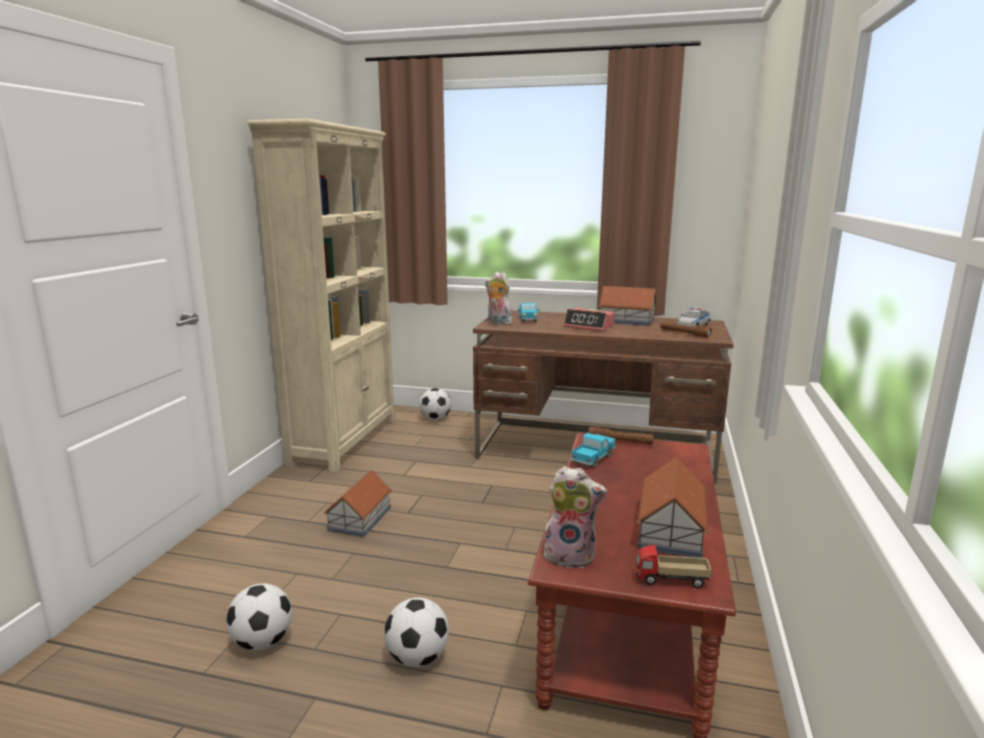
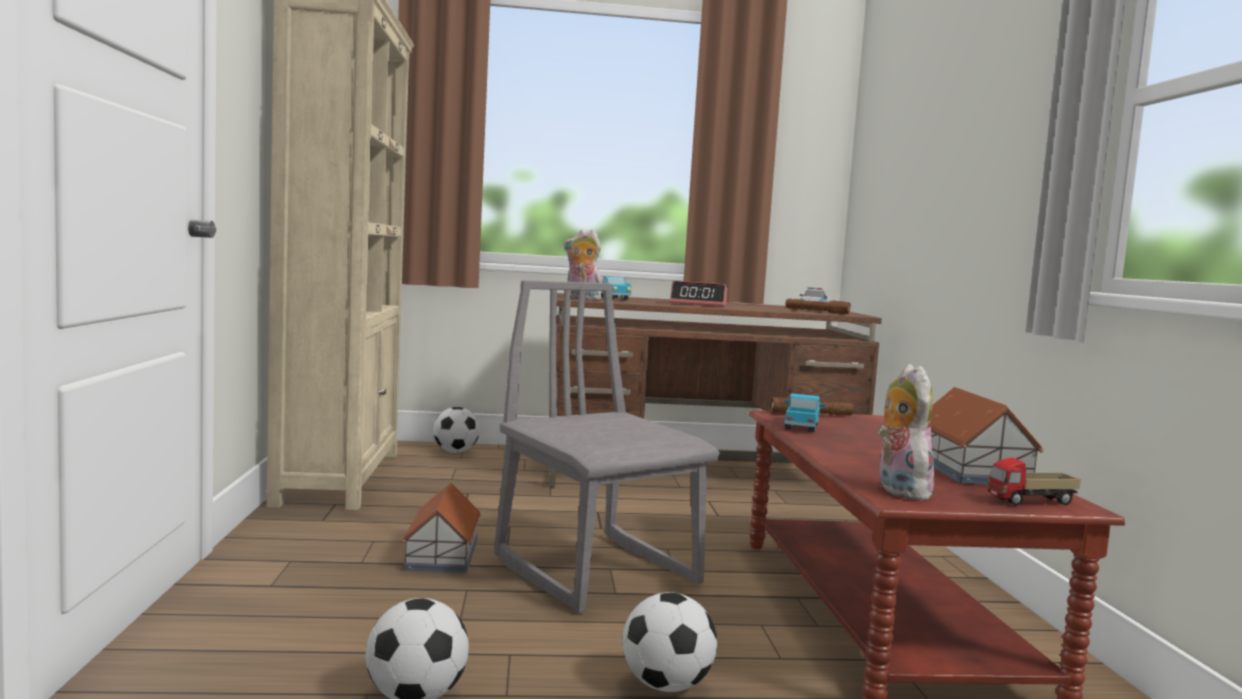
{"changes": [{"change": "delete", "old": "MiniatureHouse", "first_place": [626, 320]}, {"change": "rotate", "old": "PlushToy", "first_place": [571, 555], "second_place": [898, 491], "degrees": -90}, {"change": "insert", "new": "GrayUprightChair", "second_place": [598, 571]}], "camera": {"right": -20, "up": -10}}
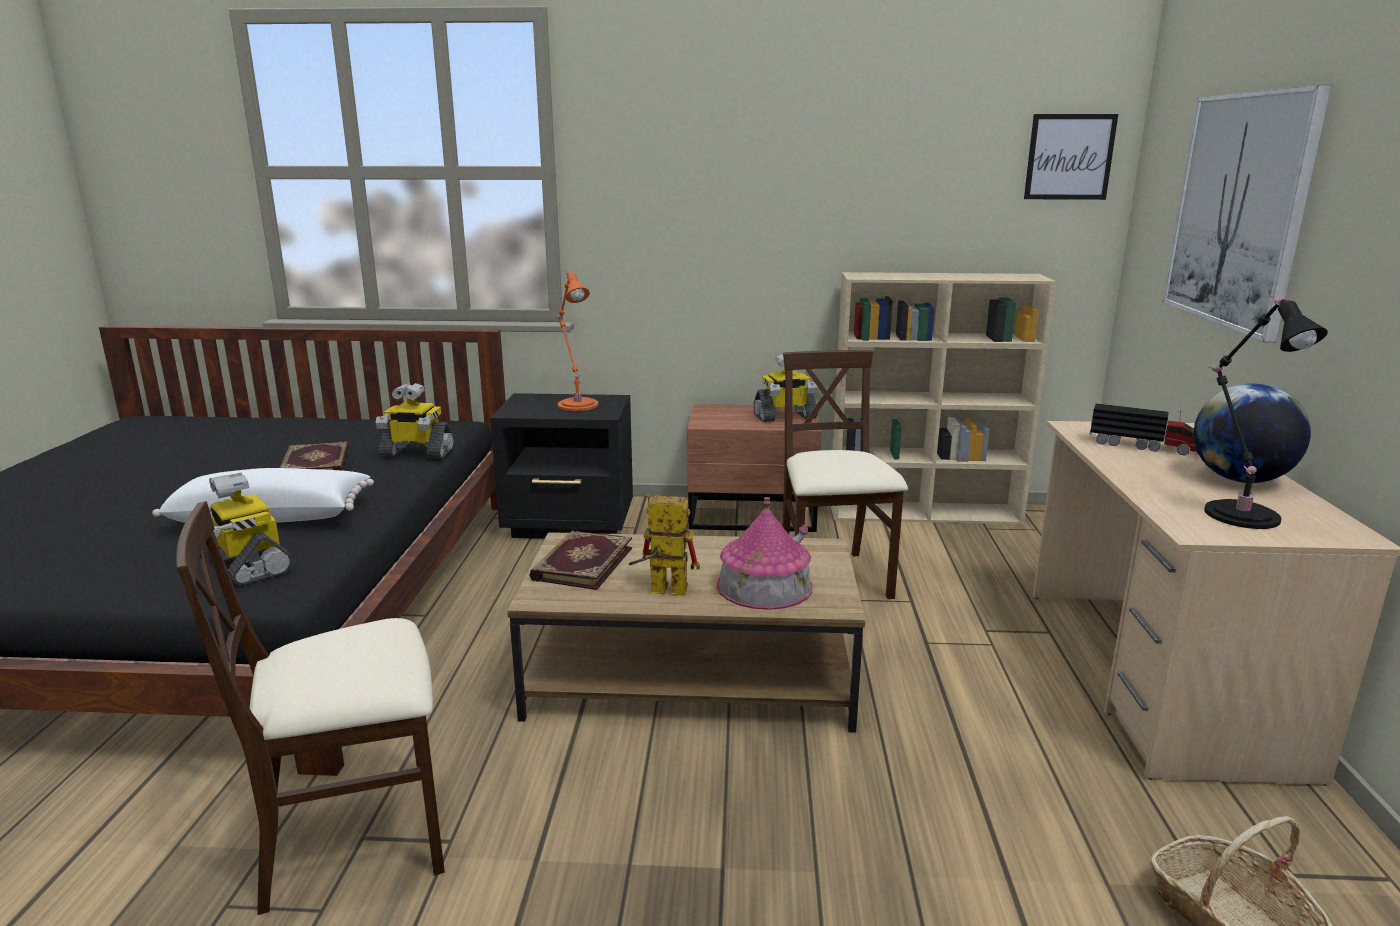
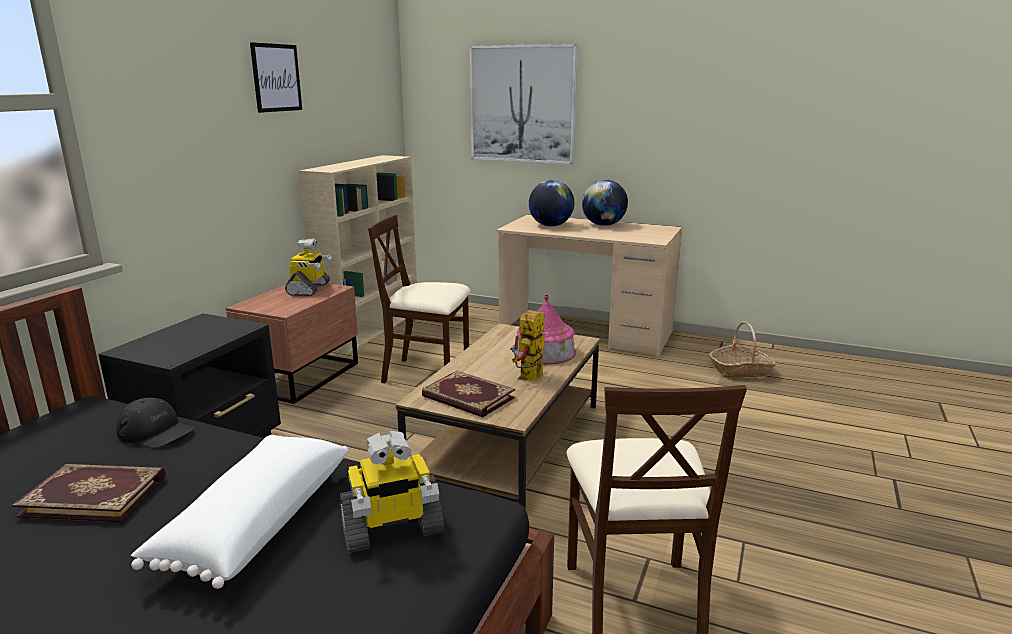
{"changes": [{"change": "move", "old": "Picture", "first_place": [1069, 157], "second_place": [276, 78]}, {"change": "delete", "old": "OrangeColouredLampForATable", "first_place": [577, 404]}, {"change": "delete", "old": "BlackColouredLampForATable", "first_place": [1237, 513]}, {"change": "replace", "old": "ToyRobot", "new": "BlackColouredBaseballCap", "first_place": [416, 453], "second_place": [156, 432]}, {"change": "replace", "old": "ModelTruck", "new": "DeskGlobe", "first_place": [1144, 446], "second_place": [551, 226]}], "camera": {"right": -70, "up": 0}}
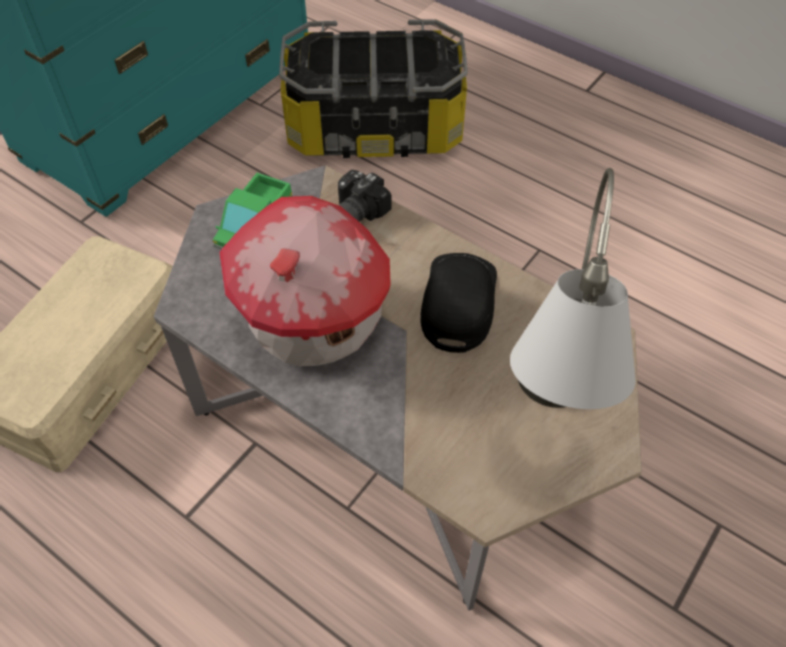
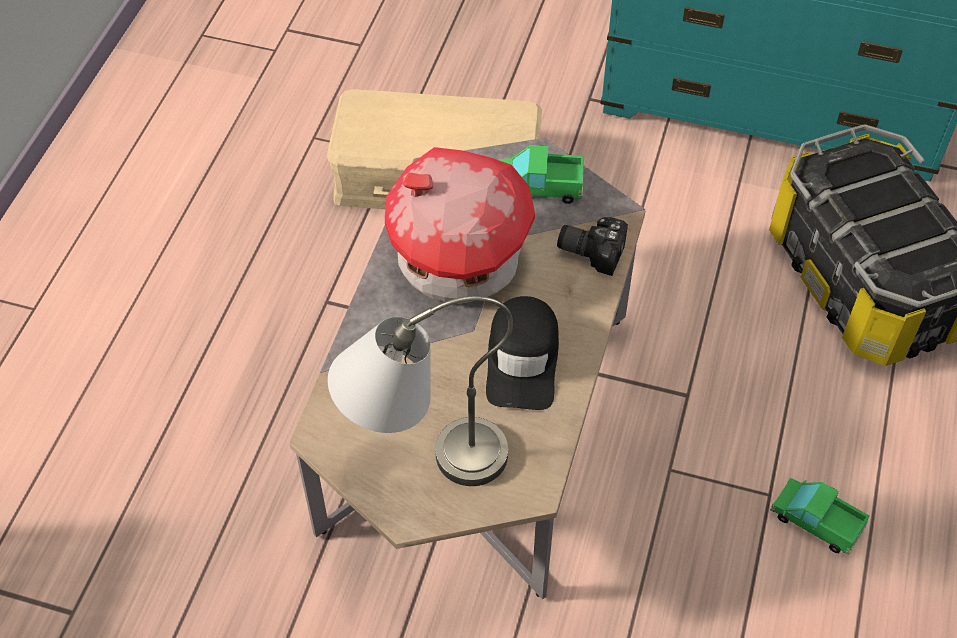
{"changes": [{"change": "rotate", "old": "BlackColouredBaseballCap", "first_place": [458, 302], "second_place": [523, 360], "degrees": 105}, {"change": "insert", "new": "ModelTruck", "second_place": [816, 521]}], "camera": {"right": 70, "up": 0}}
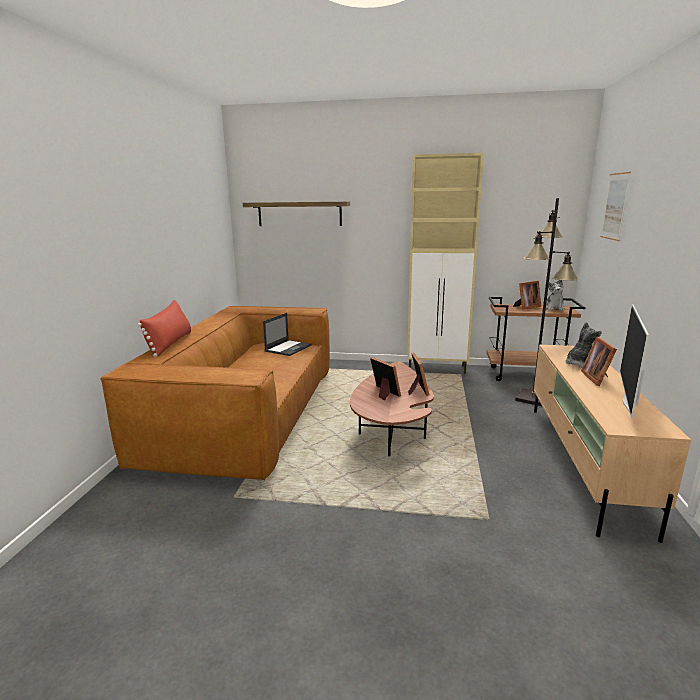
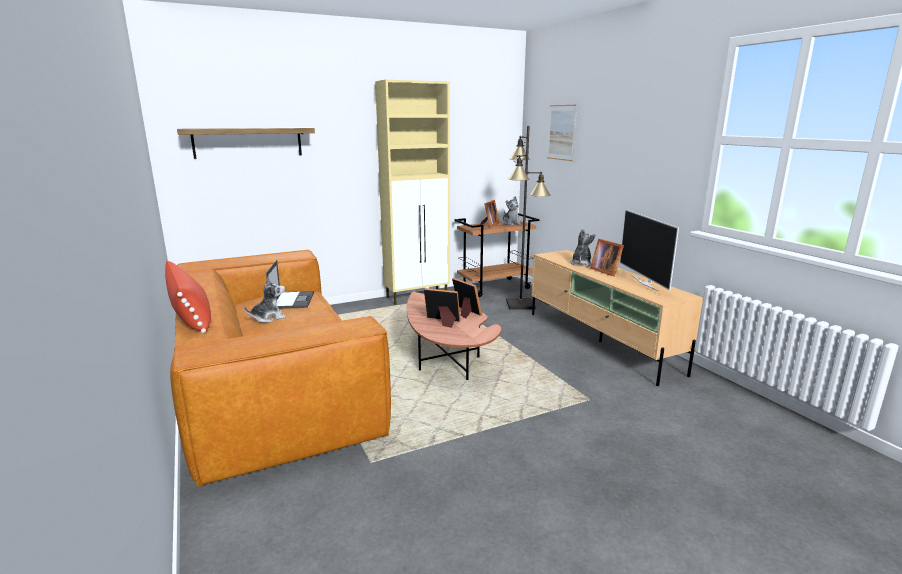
{"changes": [{"change": "insert", "new": "PlushToy", "second_place": [268, 318]}], "camera": {"right": -35, "up": 0}}
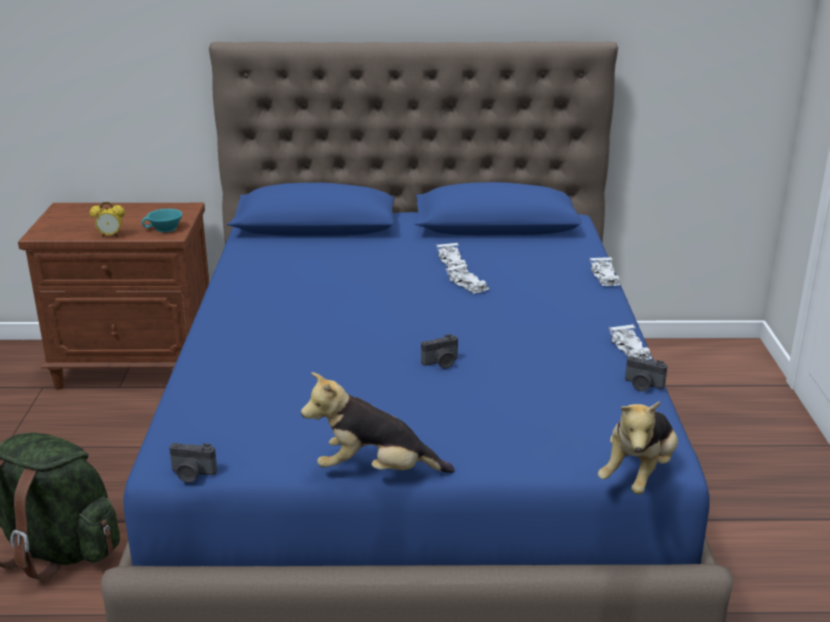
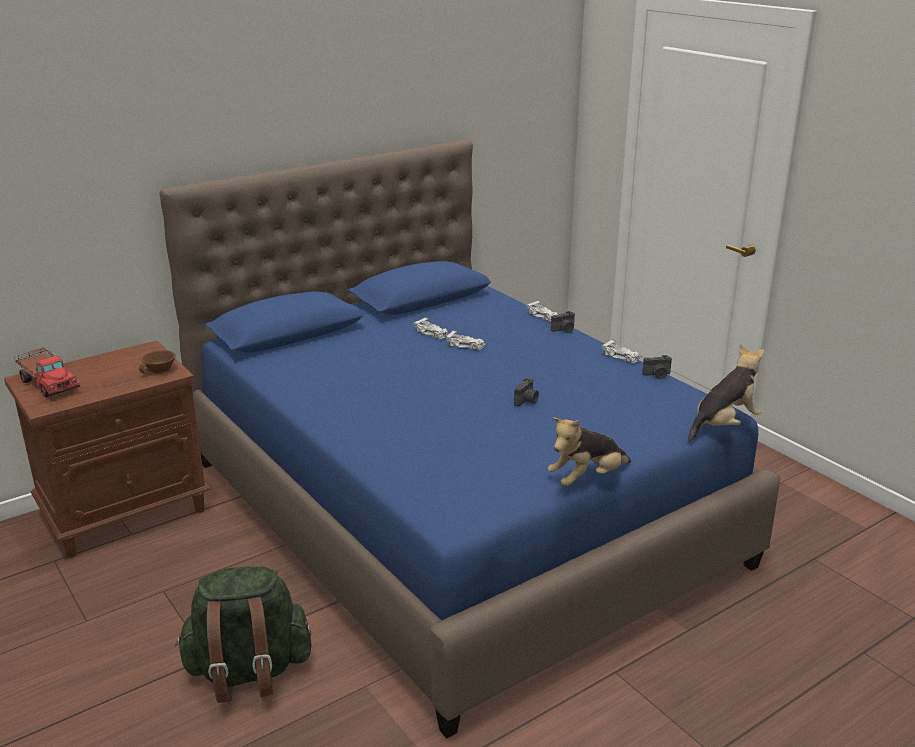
{"changes": [{"change": "delete", "old": "TableClock", "first_place": [110, 236]}, {"change": "recolor", "old": "TurquoiseColouredSmallCup", "new": "BrownSmallCup", "first_place": [165, 229], "second_place": [160, 370]}, {"change": "rotate", "old": "PlushToy", "first_place": [639, 474], "second_place": [723, 425], "degrees": -120}, {"change": "move", "old": "PhotoCamera", "first_place": [192, 474], "second_place": [564, 330]}, {"change": "insert", "new": "ModelTruck", "second_place": [49, 383]}], "camera": {"right": -35, "up": 0}}
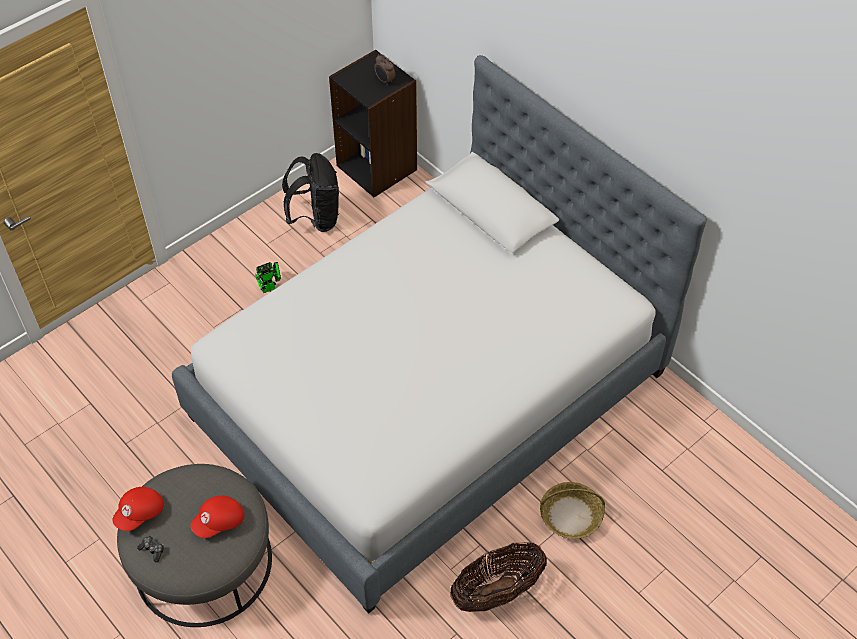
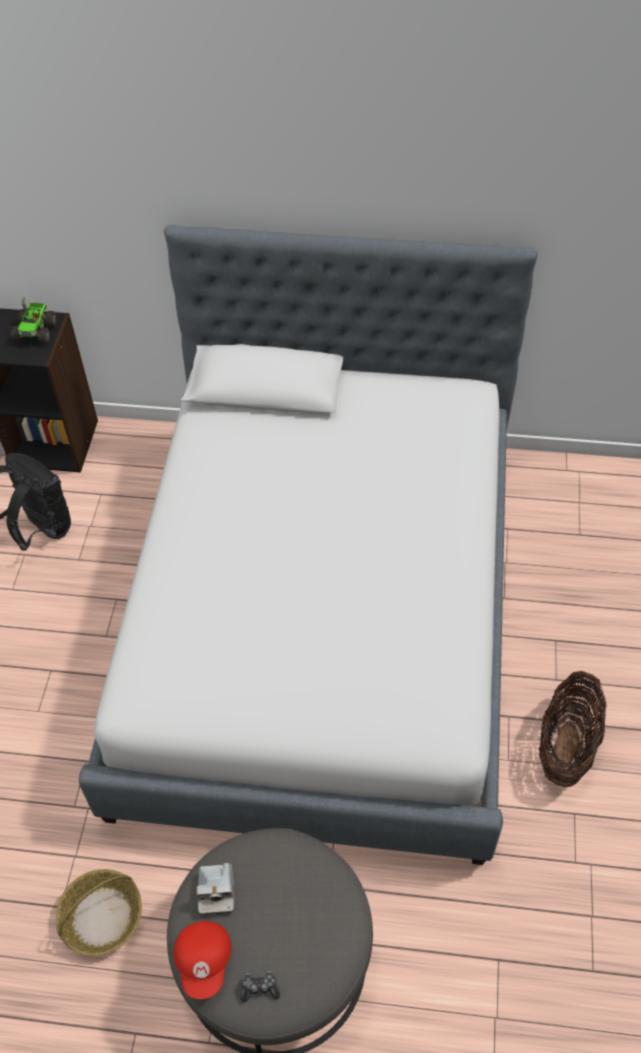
{"changes": [{"change": "replace", "old": "TableClock", "new": "ModelTruck", "first_place": [384, 81], "second_place": [36, 331]}, {"change": "delete", "old": "ToyRobot", "first_place": [270, 287]}, {"change": "move", "old": "HouseholdBasket", "first_place": [570, 516], "second_place": [101, 917]}, {"change": "delete", "old": "RedColouredBaseballCap", "first_place": [219, 522]}, {"change": "insert", "new": "PhotoCamera", "second_place": [216, 891]}], "camera": {"right": -40, "up": 0}}
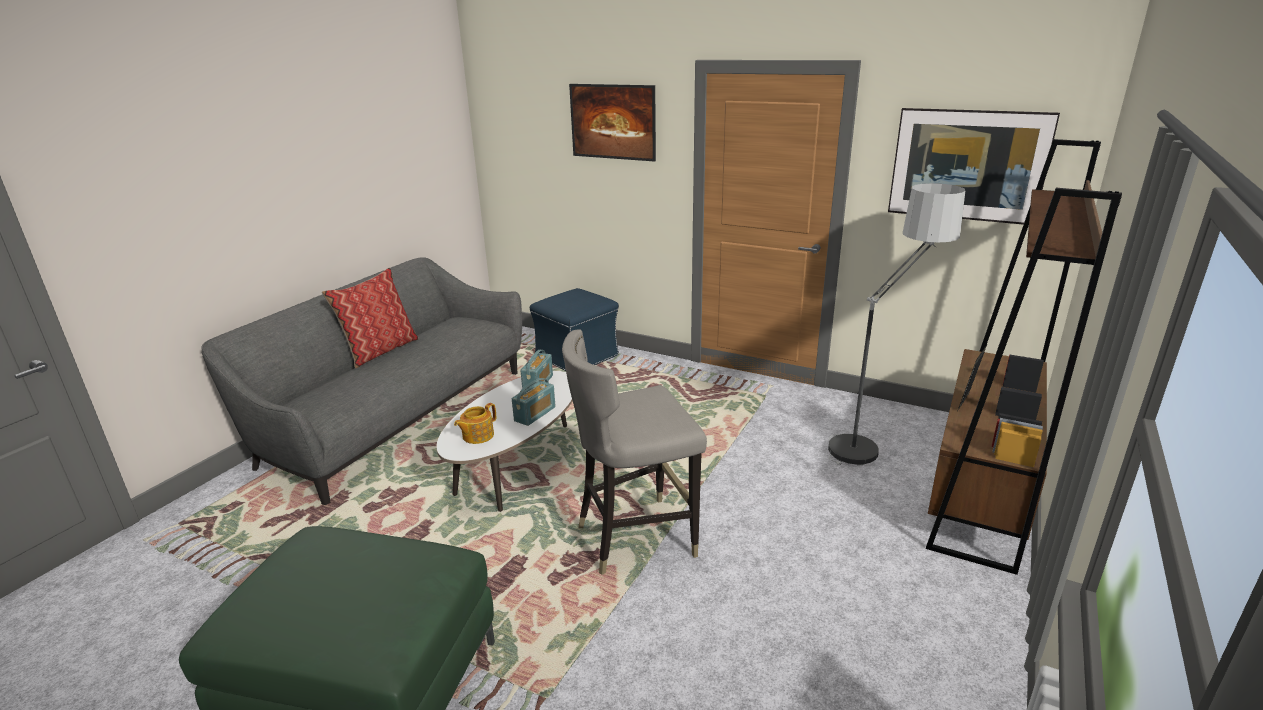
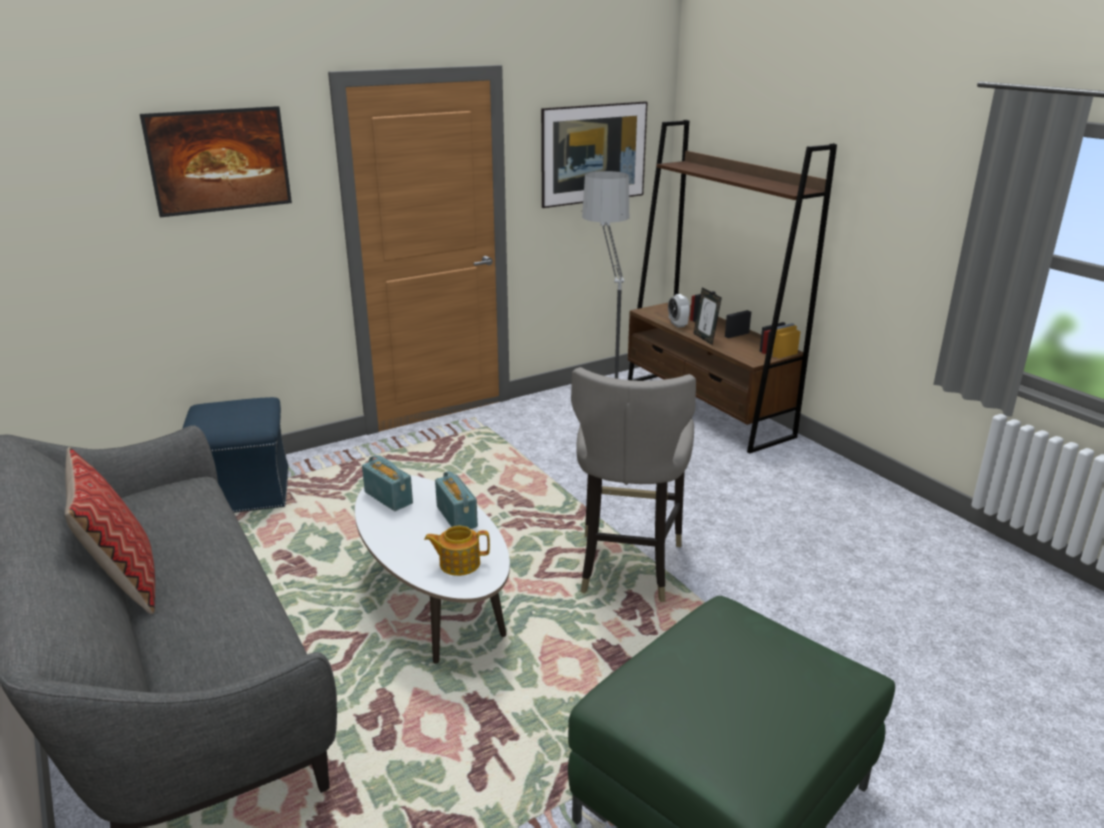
{"changes": [{"change": "rotate", "old": "TeaPot", "first_place": [477, 436], "second_place": [458, 563], "degrees": 105}, {"change": "insert", "new": "TableClock", "second_place": [677, 324]}], "camera": {"right": -60, "up": 0}}
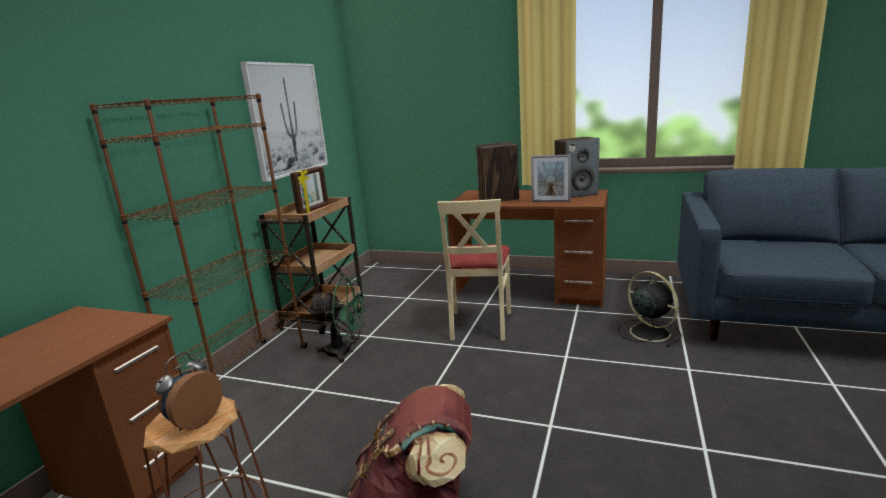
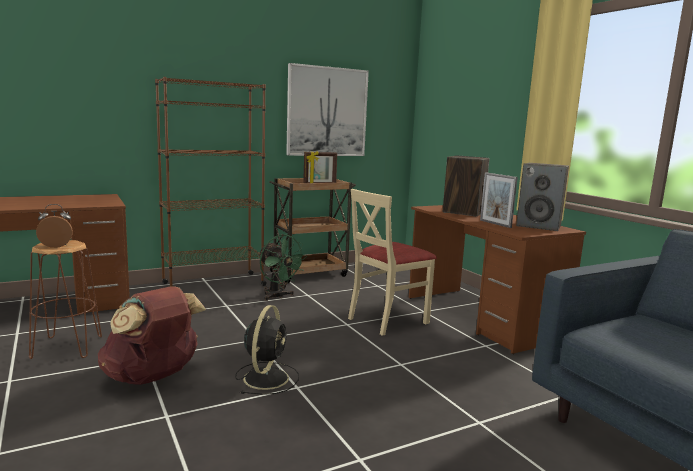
{"changes": [{"change": "move", "old": "BlackColouredCoolingFan", "first_place": [648, 332], "second_place": [267, 377]}], "camera": {"right": 40, "up": -5}}
